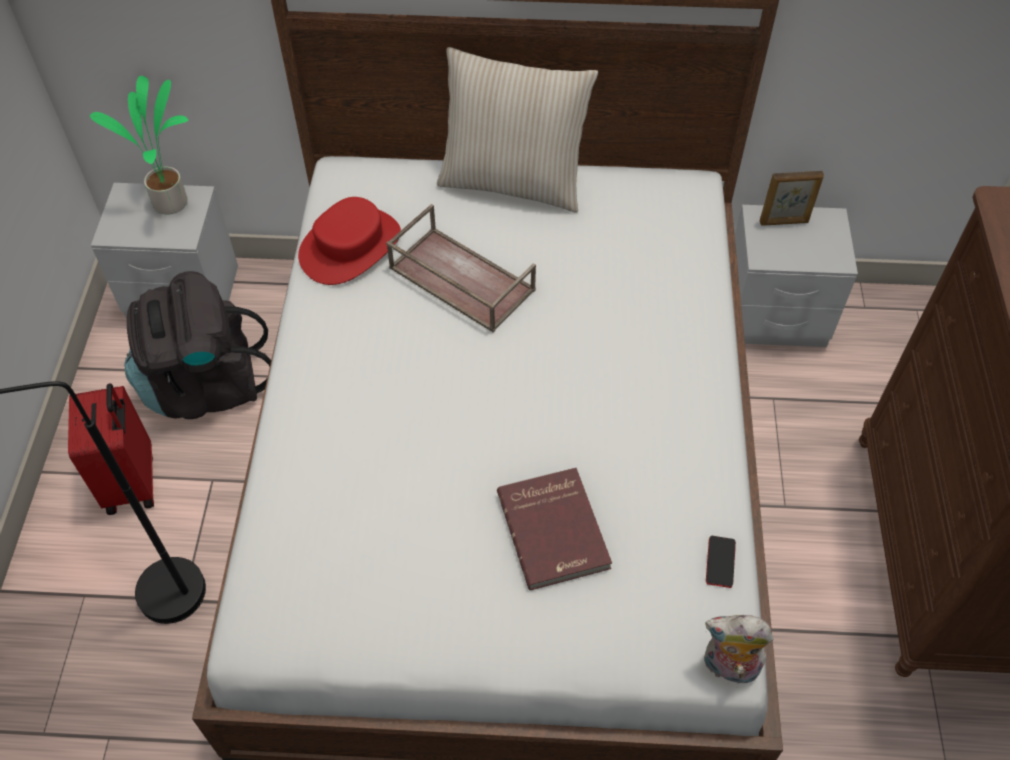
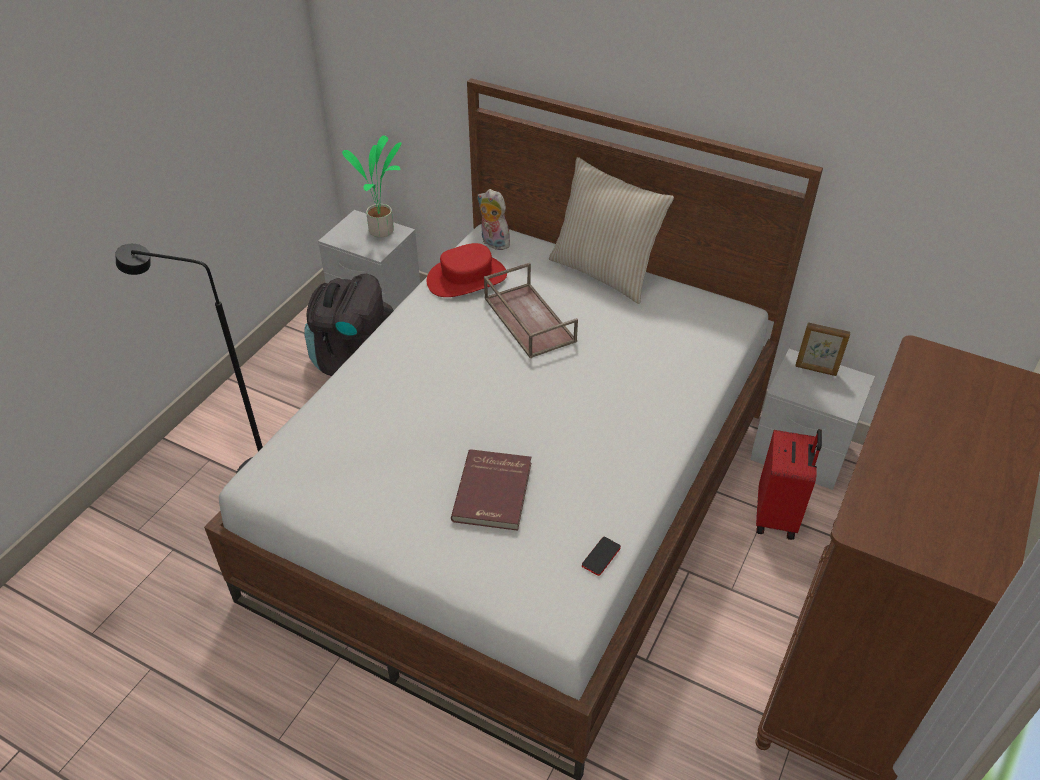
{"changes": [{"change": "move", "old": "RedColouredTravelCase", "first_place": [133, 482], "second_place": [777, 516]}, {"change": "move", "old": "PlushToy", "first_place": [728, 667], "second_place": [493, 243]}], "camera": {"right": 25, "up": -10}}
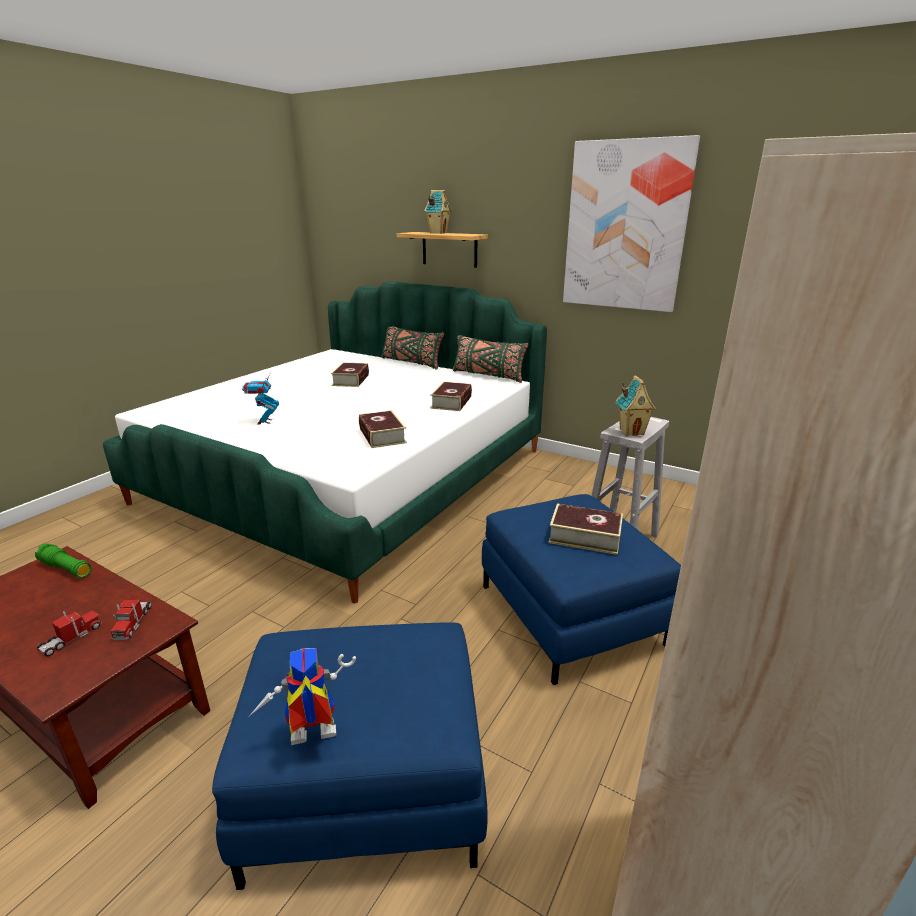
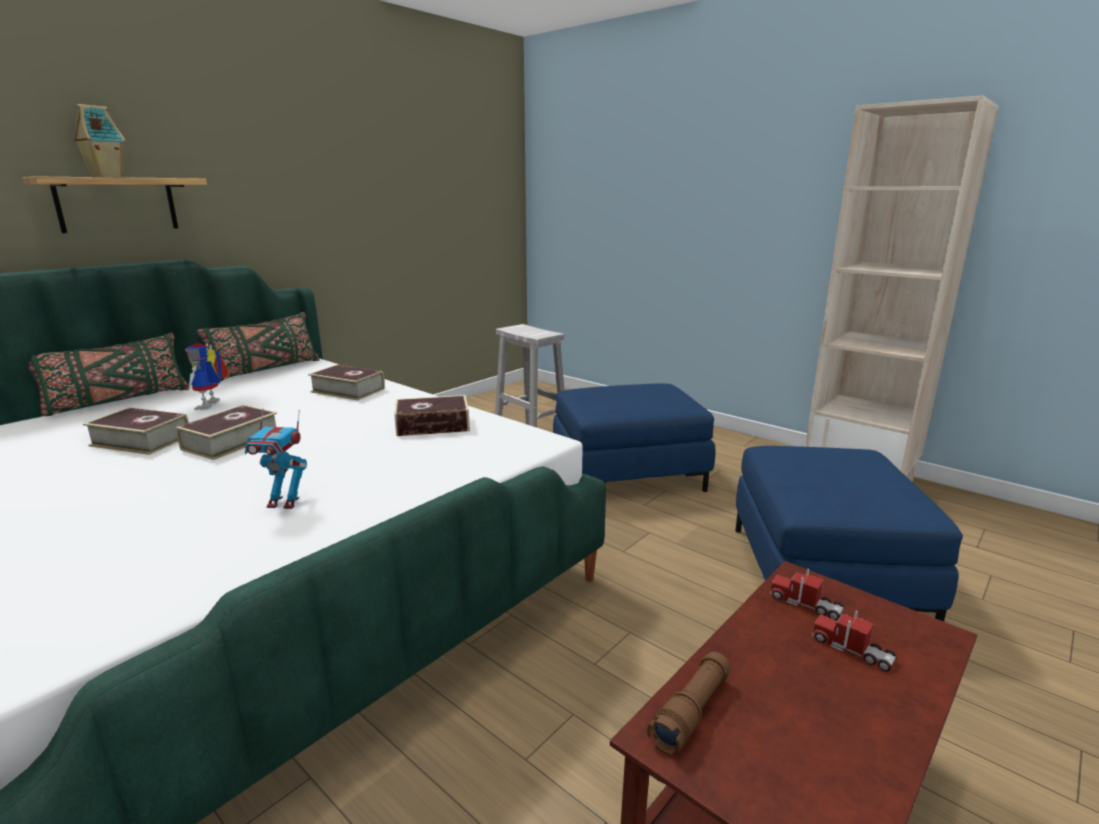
{"changes": [{"change": "delete", "old": "Picture", "first_place": [625, 227]}, {"change": "delete", "old": "MiniatureHouse", "first_place": [631, 432]}, {"change": "move", "old": "Volume", "first_place": [585, 536], "second_place": [231, 441]}, {"change": "recolor", "old": "GreenishTorch", "new": "BrownTorch", "first_place": [66, 568], "second_place": [691, 712]}, {"change": "rotate", "old": "ModelTruck", "first_place": [133, 623], "second_place": [805, 604], "degrees": -150}, {"change": "move", "old": "ToyRobot", "first_place": [309, 740], "second_place": [211, 406]}], "camera": {"right": -80, "up": -5}}
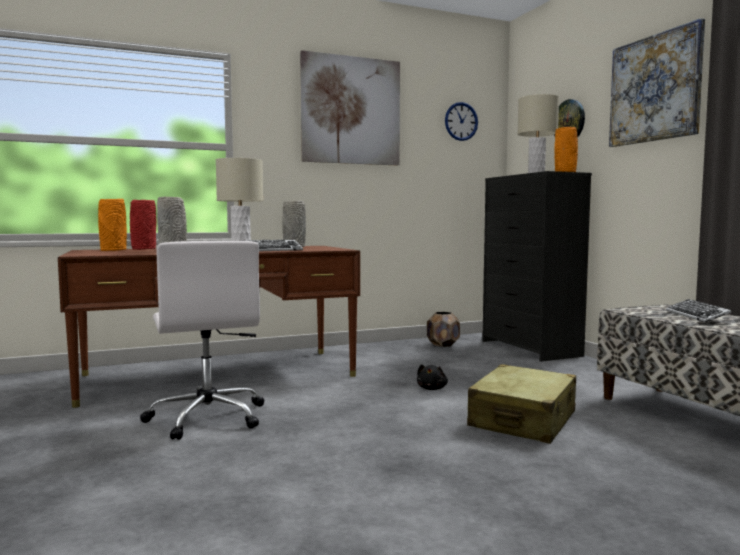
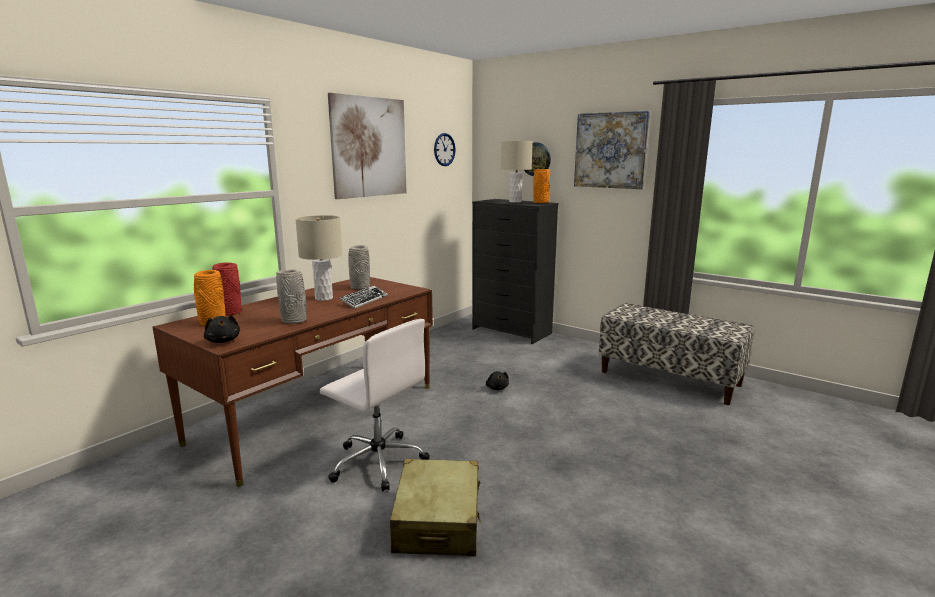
{"changes": [{"change": "delete", "old": "ComputerKeyboard", "first_place": [696, 316]}, {"change": "delete", "old": "BrownPlanter", "first_place": [443, 344]}, {"change": "move", "old": "BeigeTravelCase", "first_place": [523, 420], "second_place": [438, 521]}, {"change": "insert", "new": "BlackColouredPlushToy", "second_place": [223, 341]}], "camera": {"right": -30, "up": 10}}
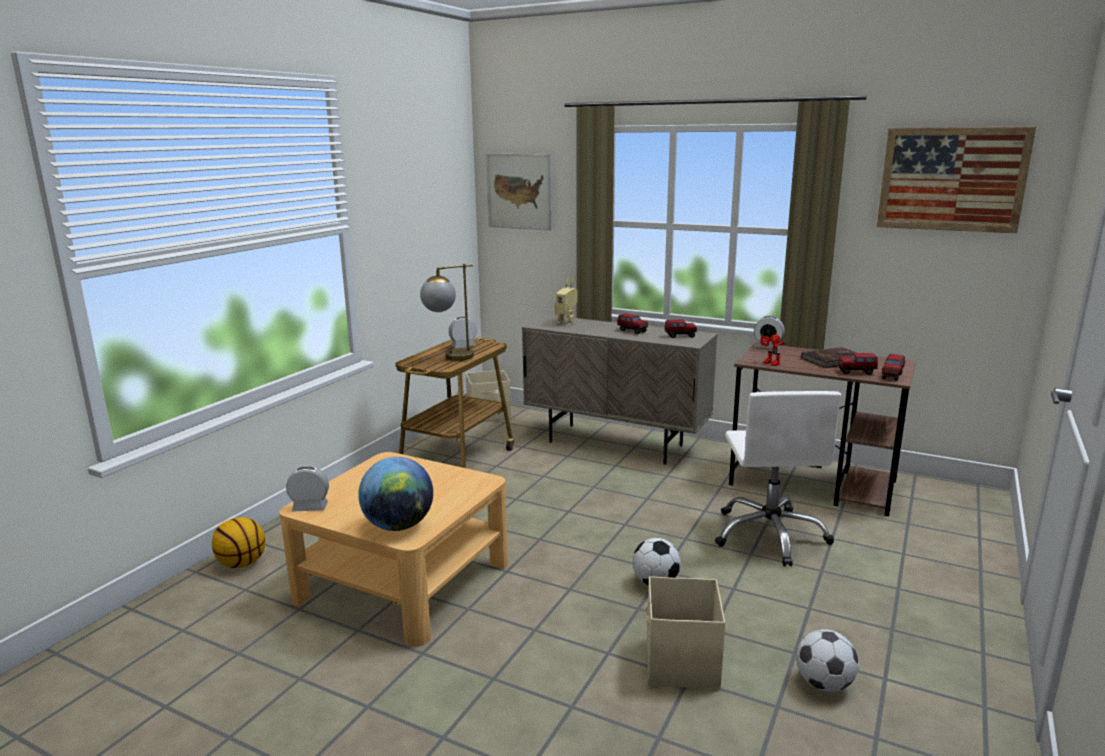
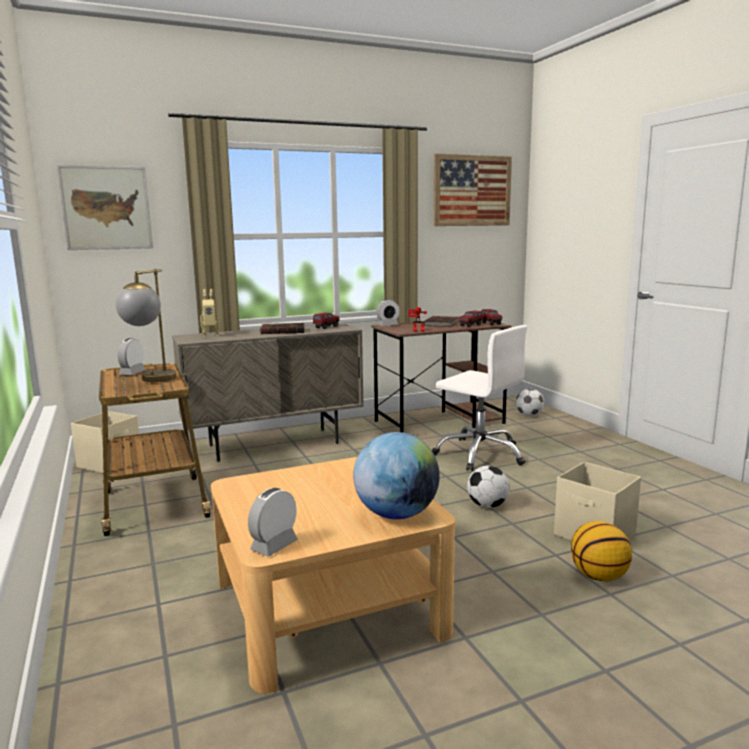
{"changes": [{"change": "replace", "old": "ModelTruck", "new": "BrownVolume", "first_place": [632, 331], "second_place": [282, 331]}, {"change": "move", "old": "BallForBasketball", "first_place": [242, 564], "second_place": [599, 576]}, {"change": "move", "old": "BallForFootball", "first_place": [824, 684], "second_place": [529, 416]}], "camera": {"right": -50, "up": -5}}
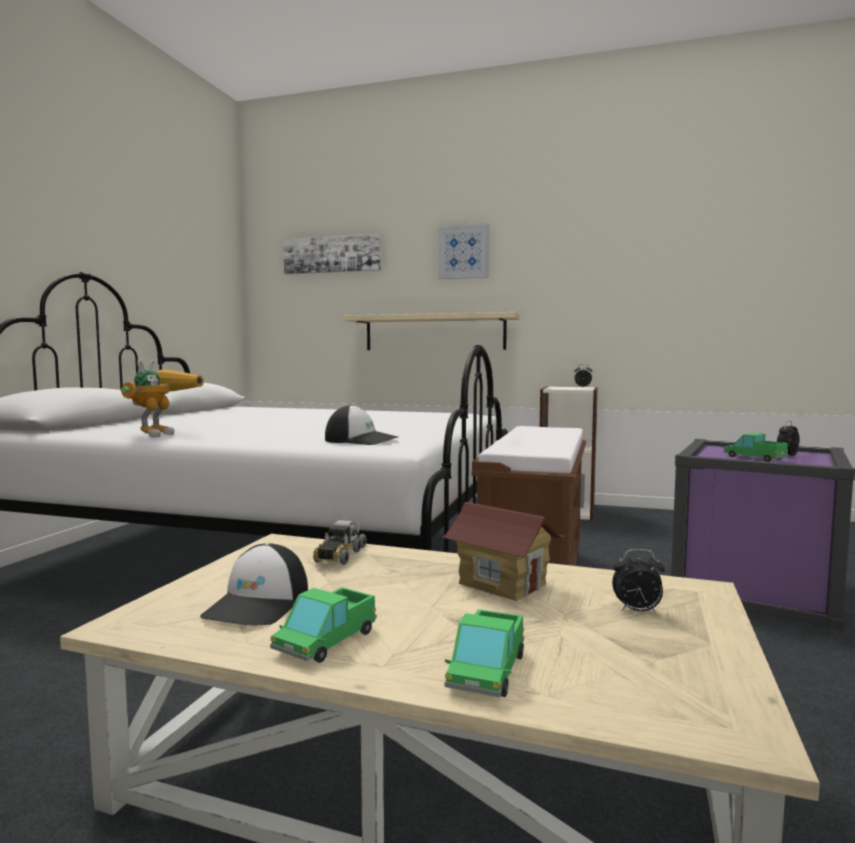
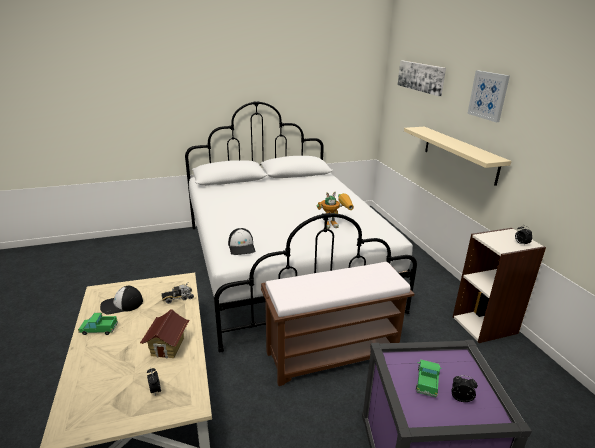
{"changes": [{"change": "move", "old": "ToyRobot", "first_place": [161, 433], "second_place": [335, 224]}, {"change": "delete", "old": "ModelTruck", "first_place": [487, 671]}], "camera": {"right": 55, "up": 20}}
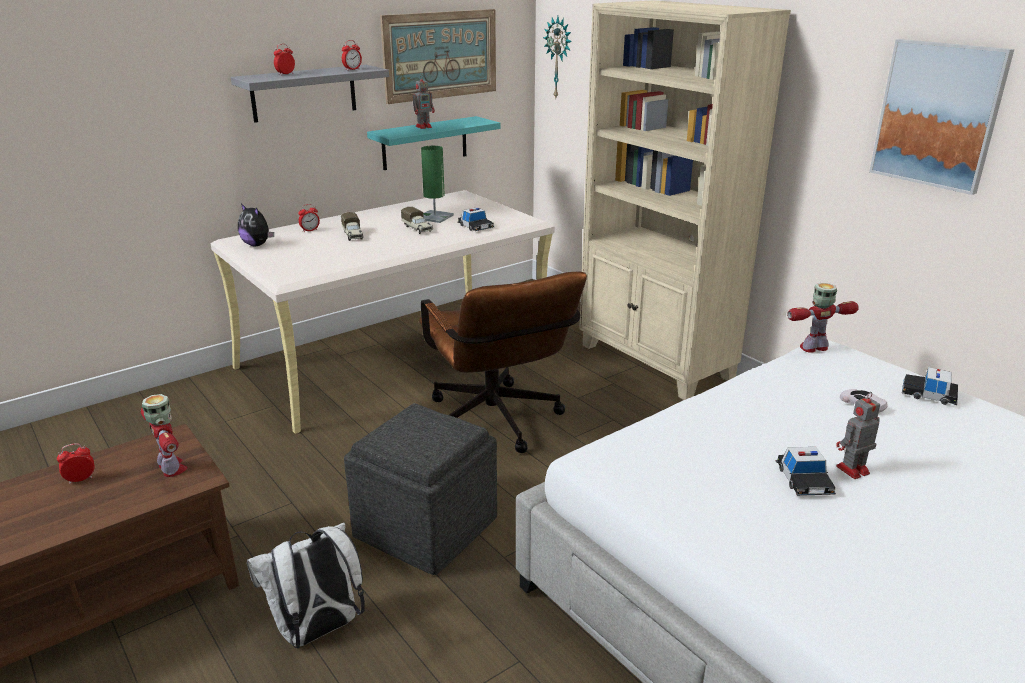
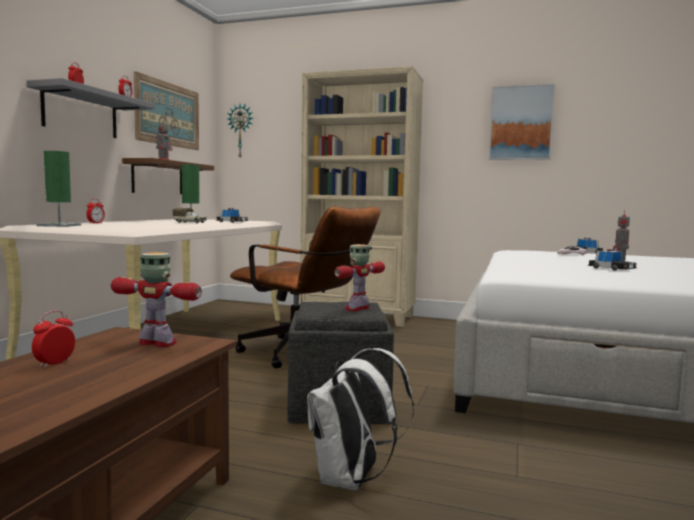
{"changes": [{"change": "recolor", "old": "TurquoiseColouredWallShelf", "new": "BrownWallShelf", "first_place": [424, 143], "second_place": [158, 177]}, {"change": "replace", "old": "PlushToy", "new": "GreenishLampForATable", "first_place": [257, 245], "second_place": [59, 225]}, {"change": "delete", "old": "ModelTruck", "first_place": [353, 235]}, {"change": "move", "old": "ToyRobot", "first_place": [814, 348], "second_place": [358, 309]}], "camera": {"right": -35, "up": -20}}
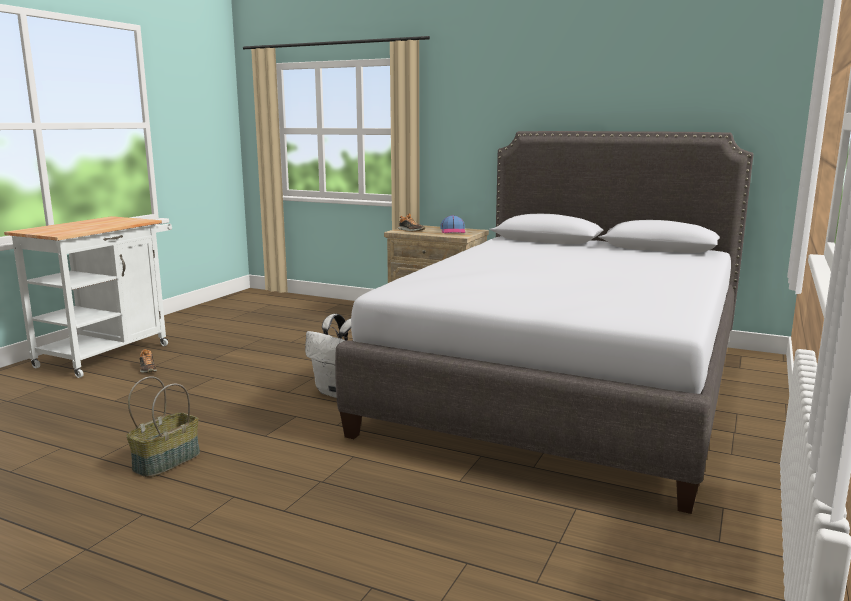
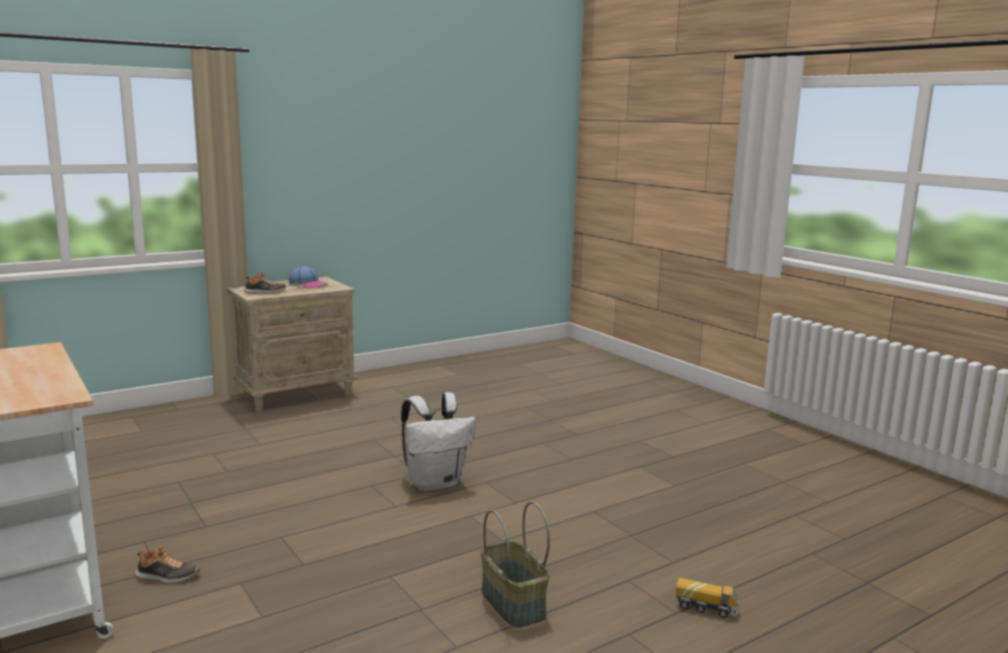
{"changes": [{"change": "delete", "old": "GrayBed", "first_place": [564, 385]}, {"change": "insert", "new": "ModelTruck", "second_place": [706, 608]}], "camera": {"right": -60, "up": 0}}
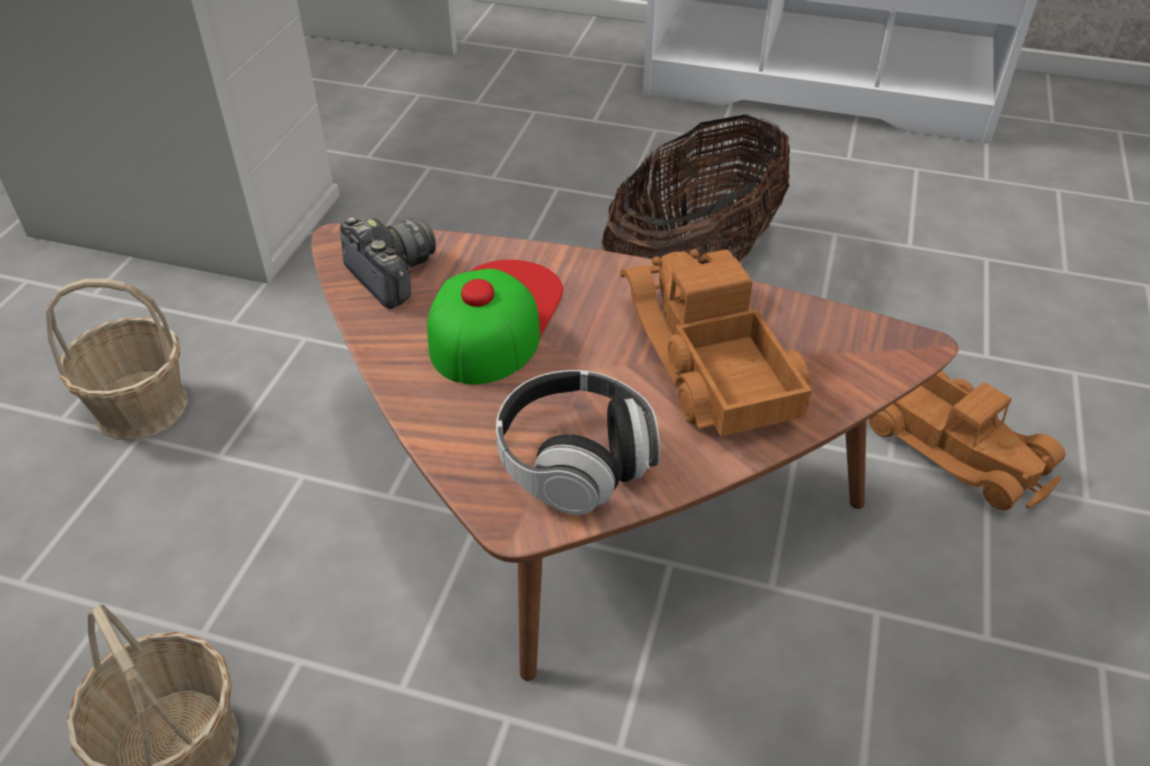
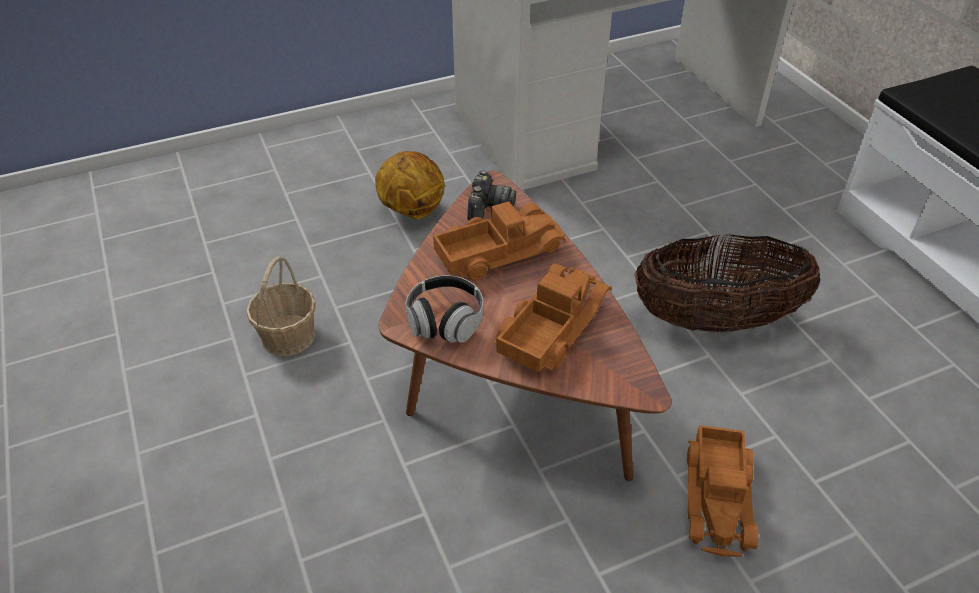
{"changes": [{"change": "replace", "old": "BaseballCap", "new": "ModelTruck", "first_place": [494, 318], "second_place": [498, 251]}, {"change": "replace", "old": "HouseholdBasket", "new": "BallForBasketball", "first_place": [141, 407], "second_place": [411, 211]}], "camera": {"right": 50, "up": 0}}
